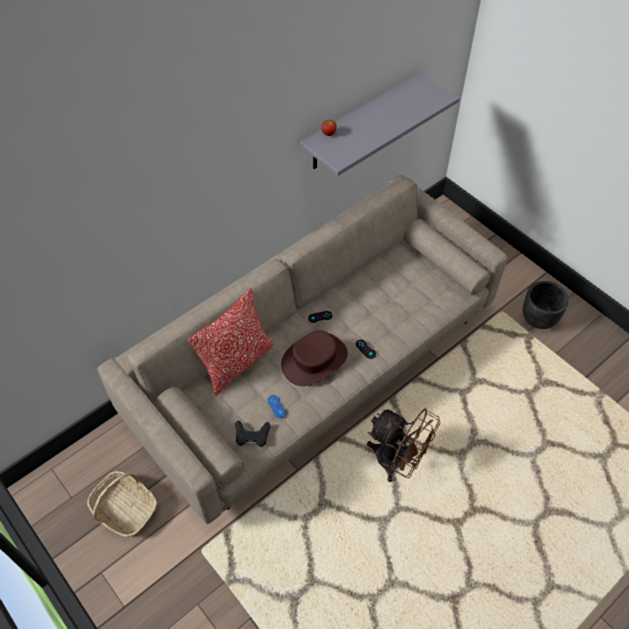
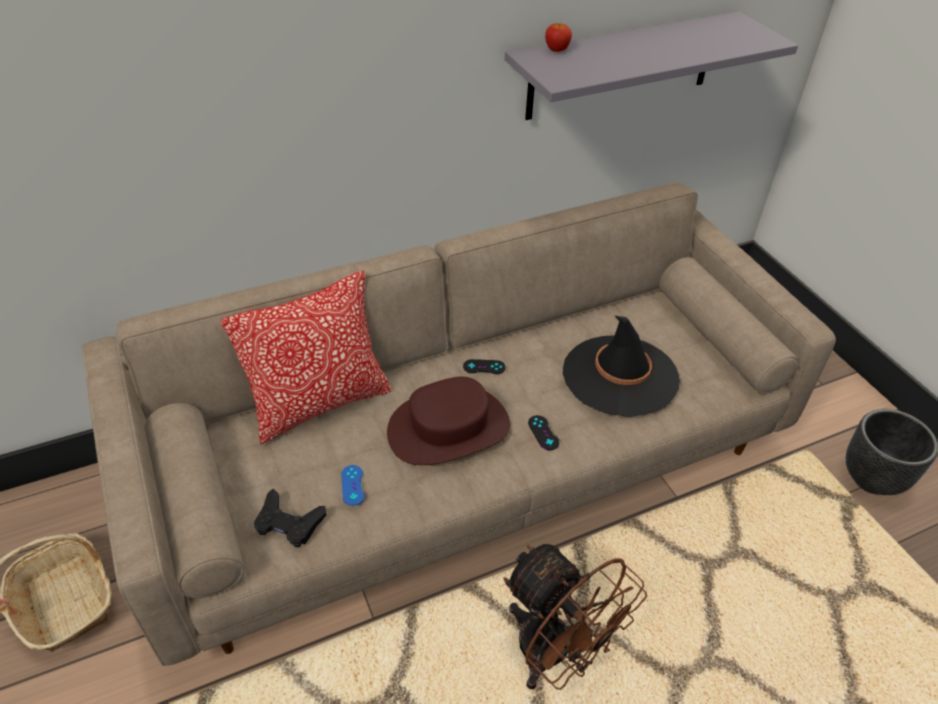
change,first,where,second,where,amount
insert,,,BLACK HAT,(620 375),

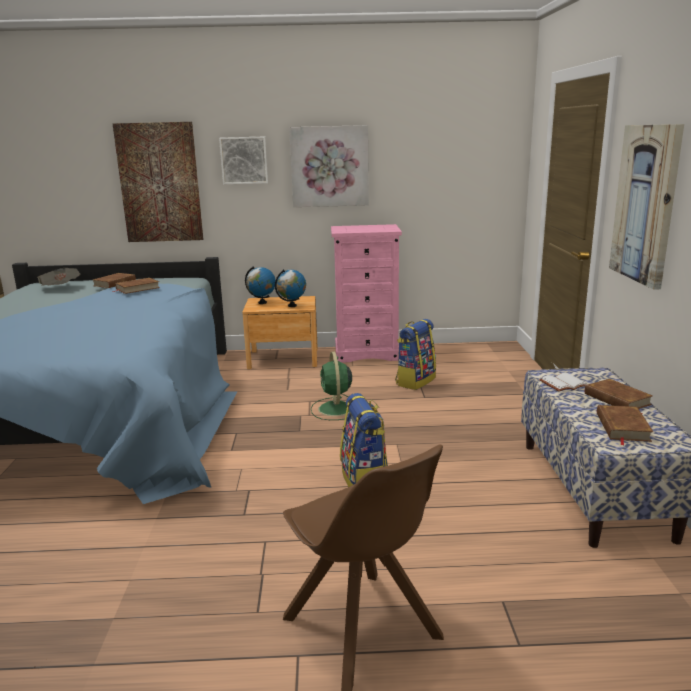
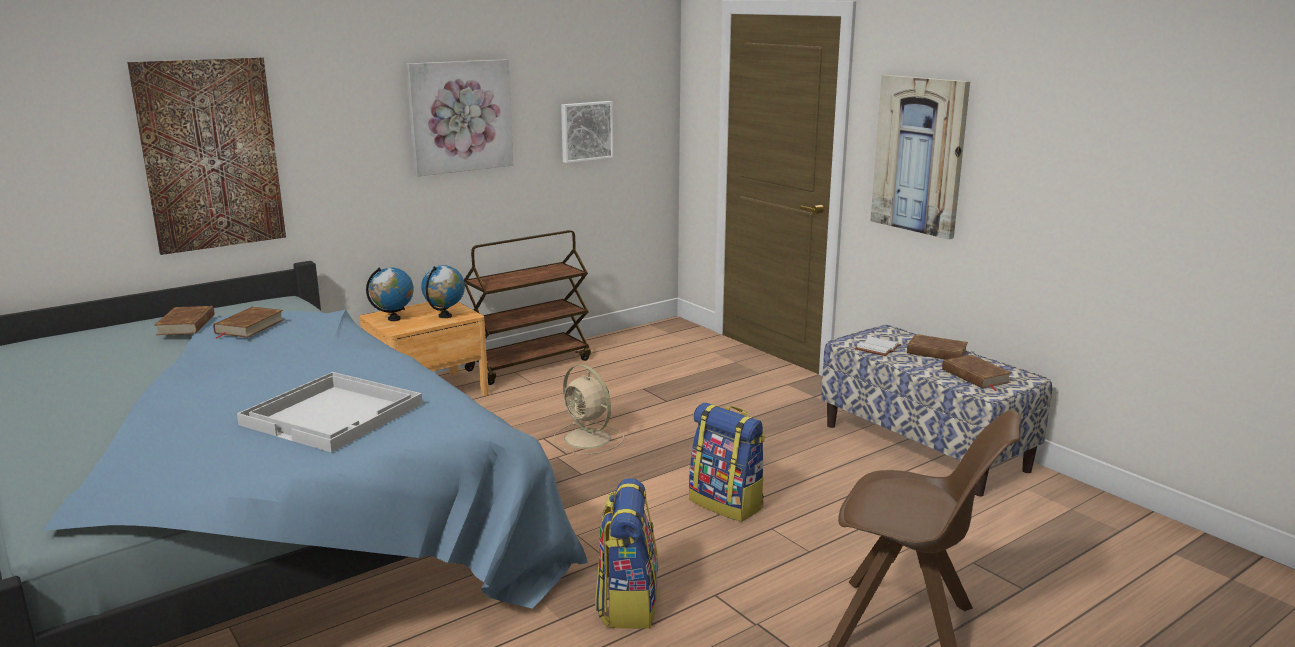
change,first,where,second,where,amount
insert,,,WHITE TRAY,(334 414),
replace,PINK DRESSER,(367 353),BROWN CART,(529 364),
recolor,GREEN FAN,(336 409),BEIGE FAN,(588 439),
move,PICTURE,(244 160),,(585 131),
move,BACKPACK,(415 381),,(627 603),
delete,NEWSPAPER,(61 288),,,

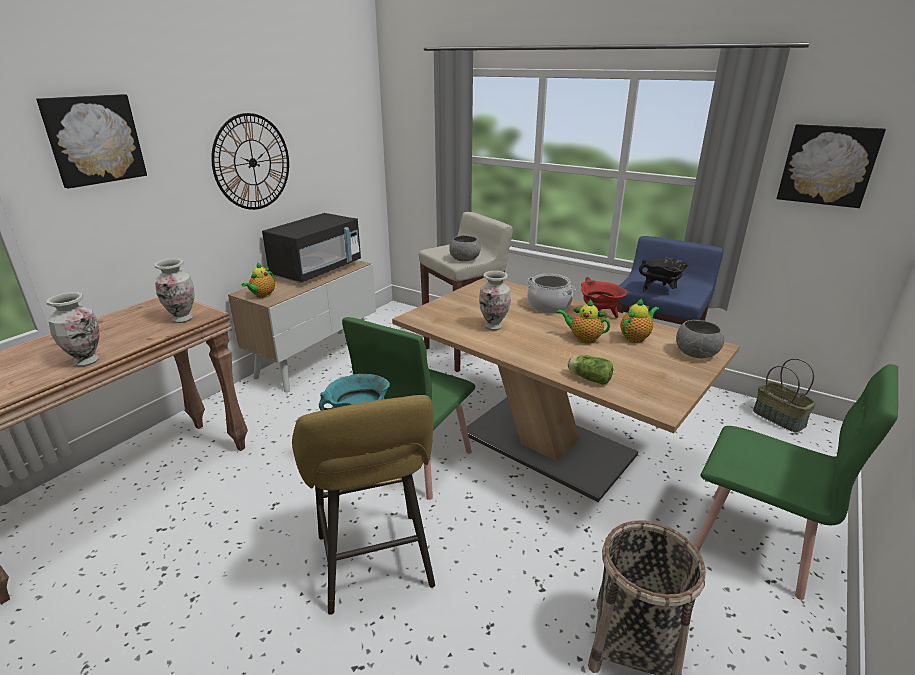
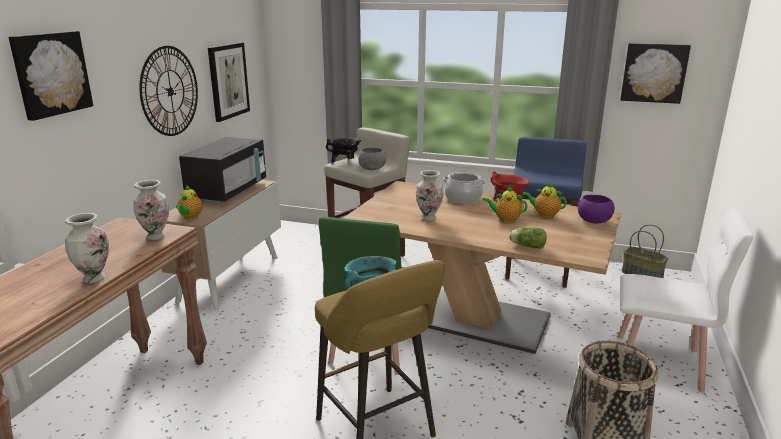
change,first,where,second,where,amount
insert,,,PICTURE,(228 81),
move,BLACK COOKING POT,(660 290),,(345 162),
rotate,TEAPOT,(636 338),,(544 215),105 degrees counterclockwise
recolor,GREY BOWL,(696 354),PURPLE BOWL,(594 221),
recolor,GREEN CHAIR,(755 544),WHITE CHAIR,(659 362),

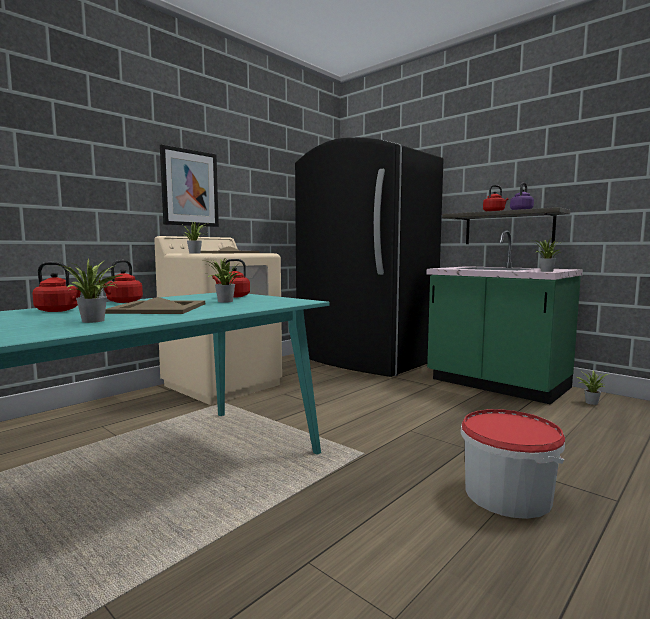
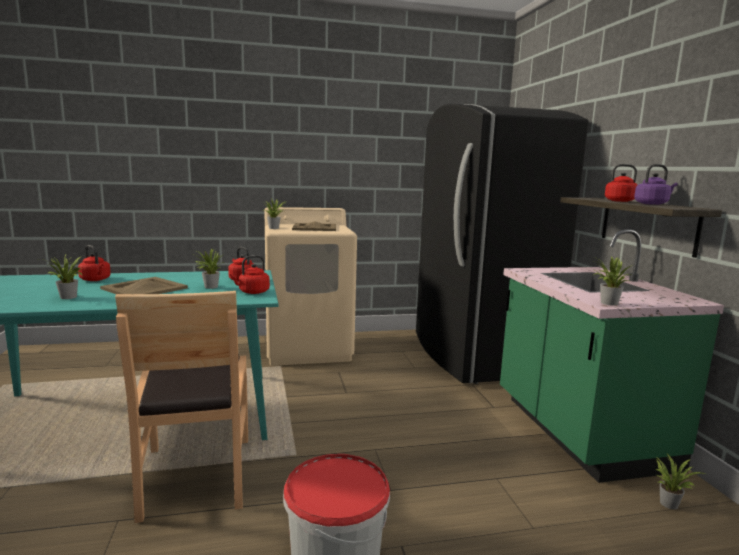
change,first,where,second,where,amount
insert,,,BROWN CHAIR,(196 475),
move,RED KETTLE,(123 302),,(252 292),
delete,PICTURE,(189 188),,,

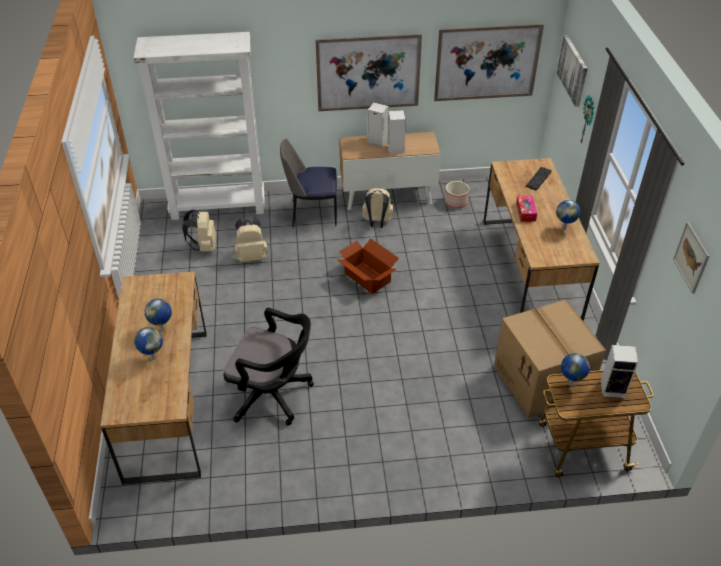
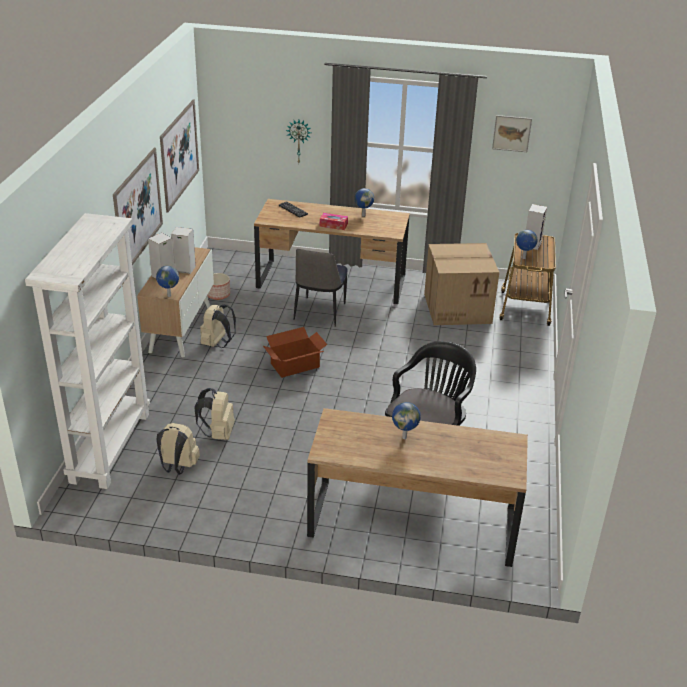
change,first,where,second,where,amount
move,GLOBE,(153 357),,(168 296),
move,CHAIR,(312 214),,(319 313),
delete,PICTURE,(573 70),,,

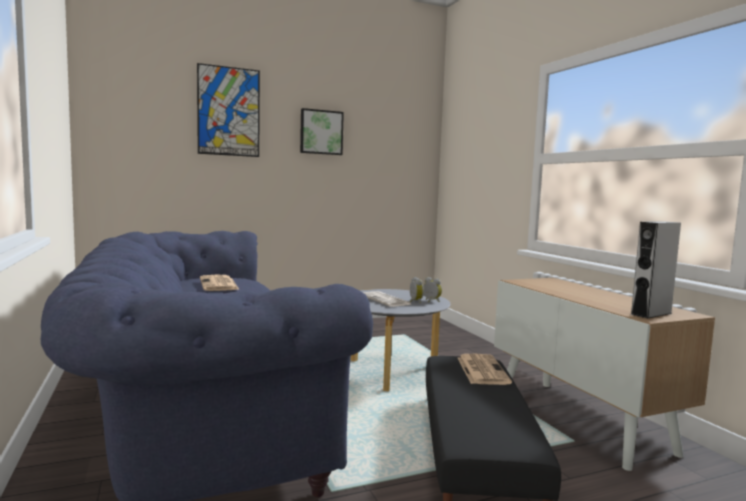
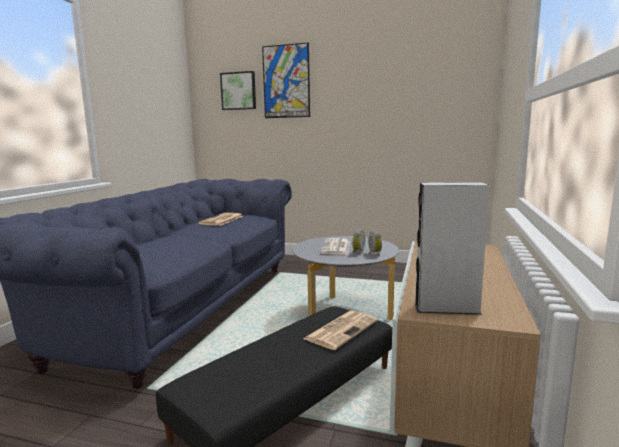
change,first,where,second,where,amount
move,PICTURE,(321 132),,(239 91),

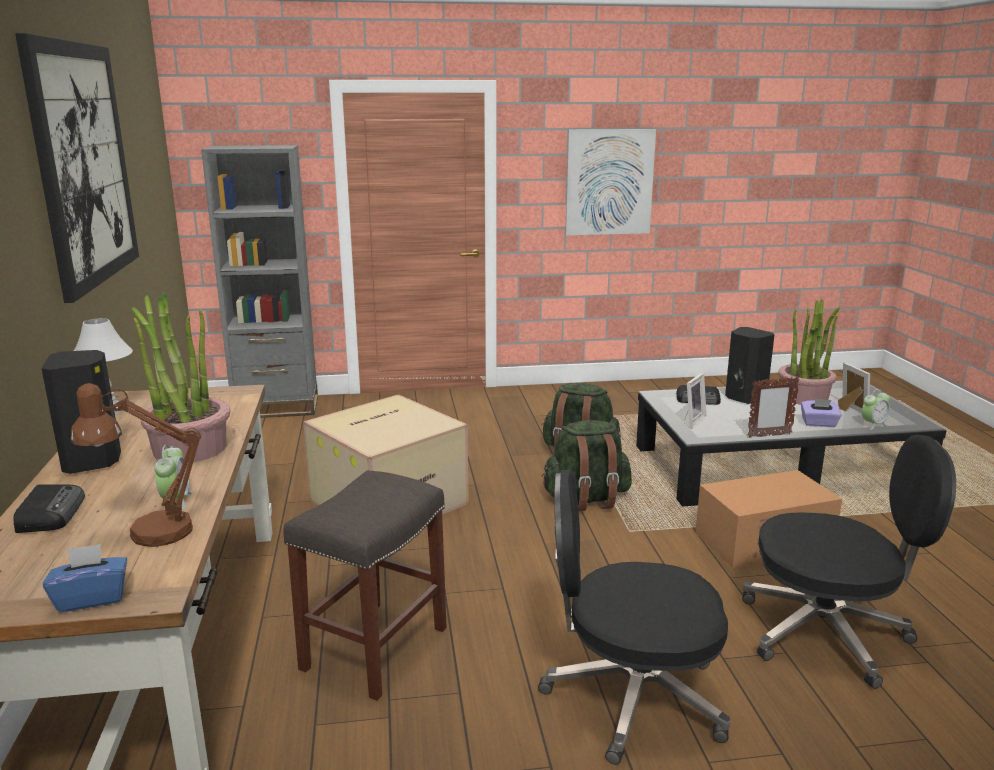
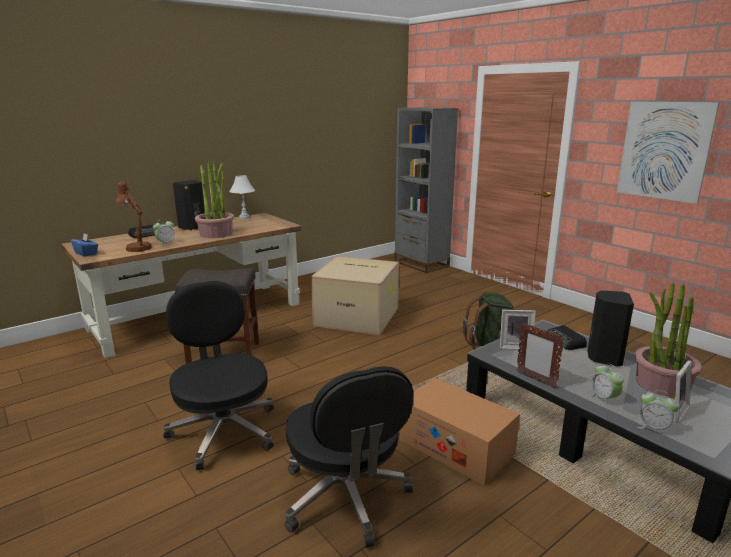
change,first,where,second,where,amount
replace,PURPLE TISSUE BOX,(819 423),ALARM CLOCK,(604 399),
delete,PICTURE,(83 164),,,
delete,GREEN BACKPACK,(586 499),,,

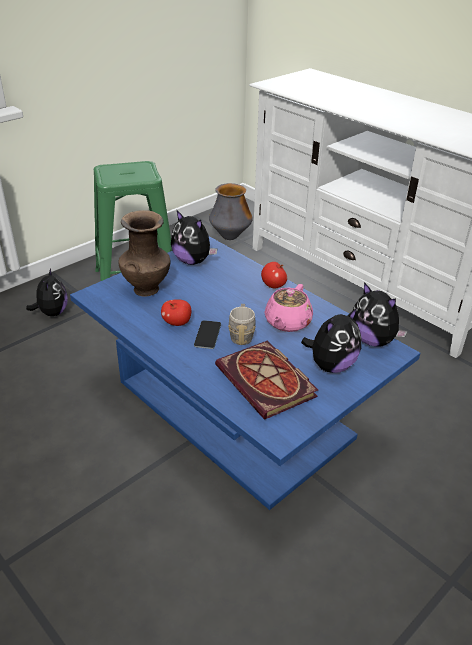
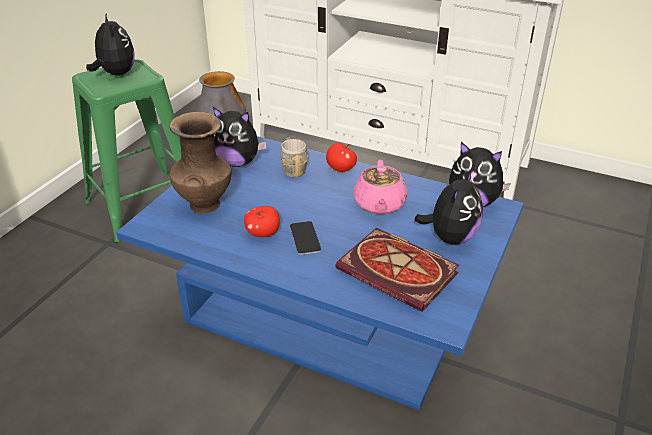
change,first,where,second,where,amount
move,PLUSH TOY,(52 313),,(116 74),
move,GREY MUG,(241 335),,(292 169),

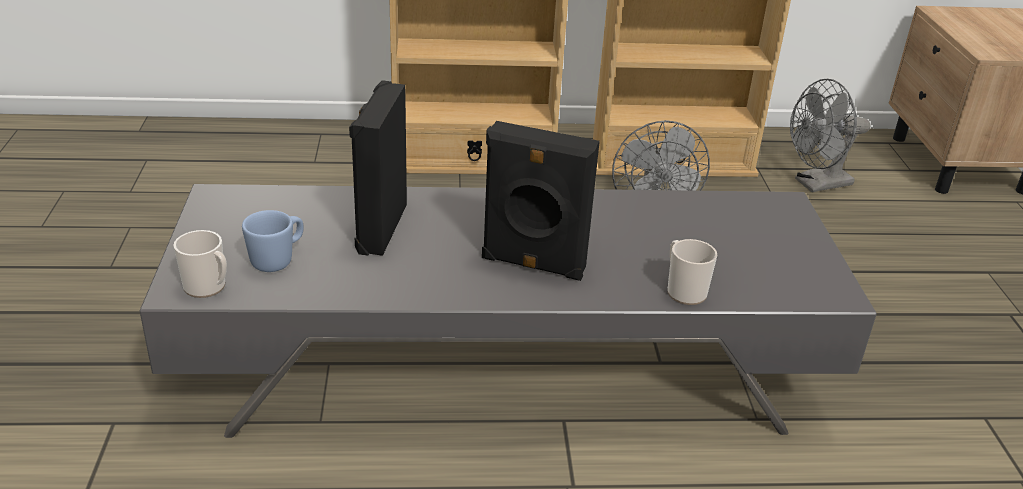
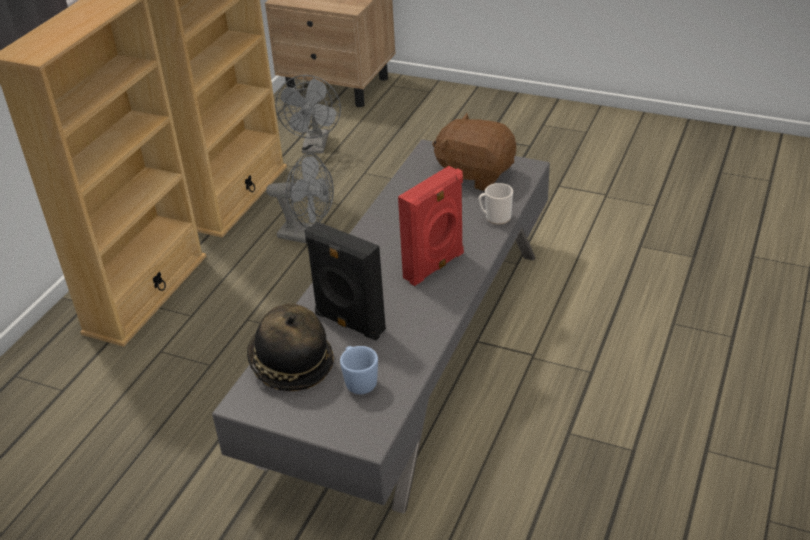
change,first,where,second,where,amount
insert,,,HAT,(290 364),
recolor,BLACK SPEAKER,(532 265),RED SPEAKER,(435 266),
insert,,,BROWN PLUSH TOY,(475 174),
delete,MUG,(208 287),,,

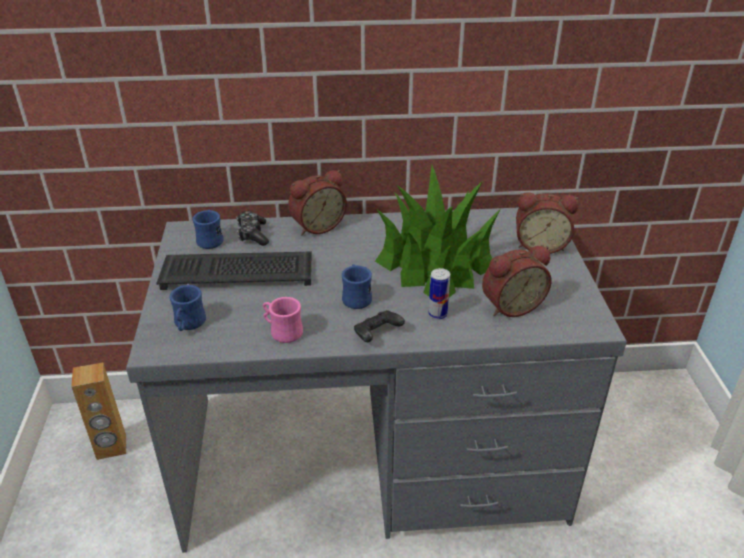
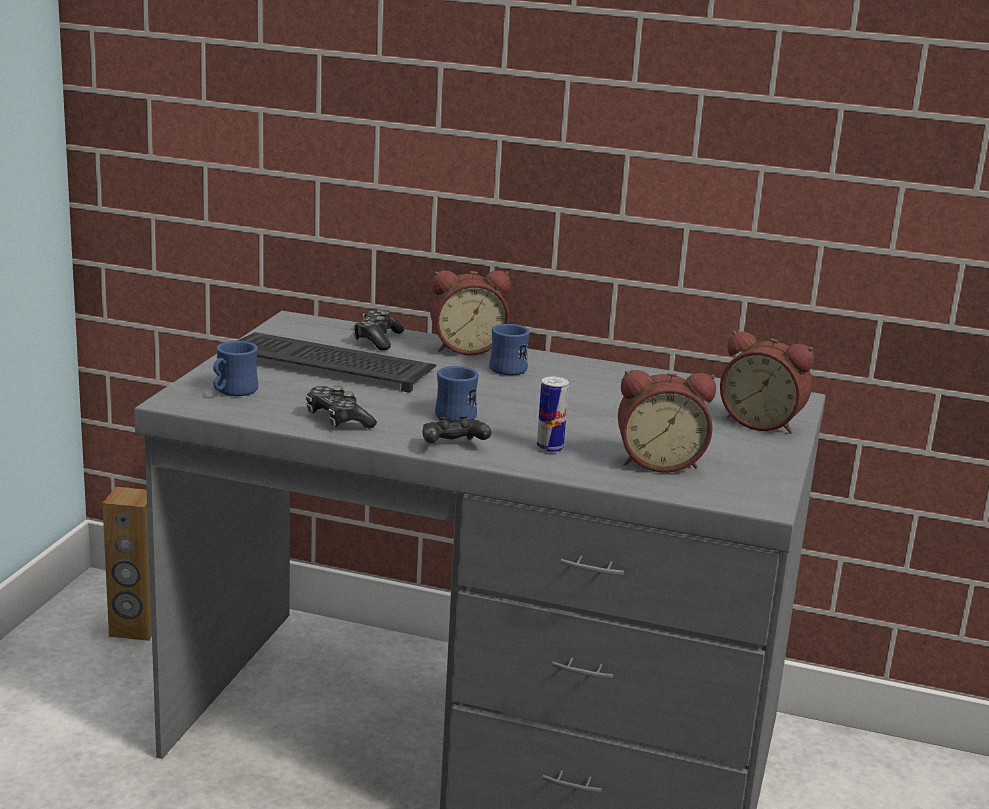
change,first,where,second,where,amount
replace,PINK MUG,(282 331),GAME CONTROLLER,(338 420),
move,BLUE MUG,(210 239),,(510 367),
delete,POTTED PLANT,(434 264),,,

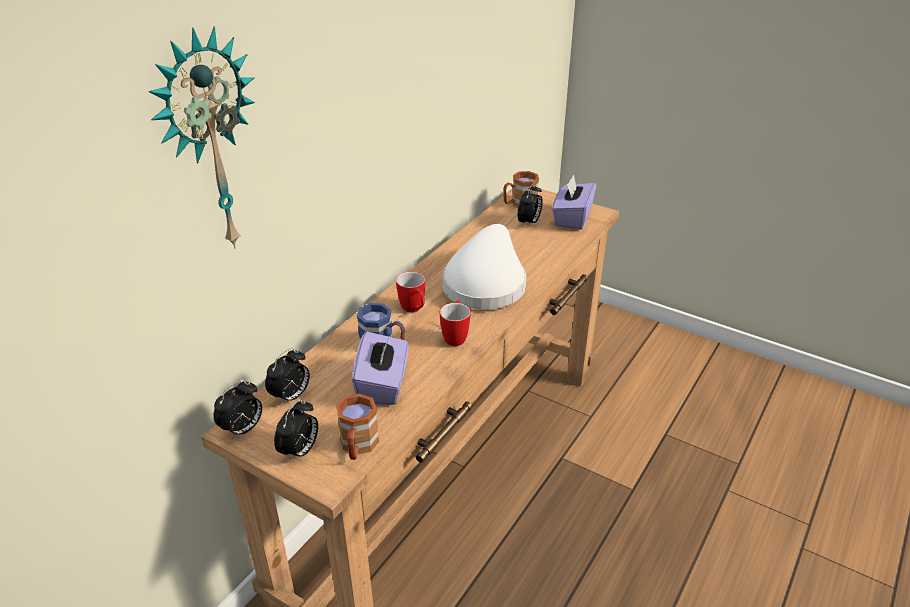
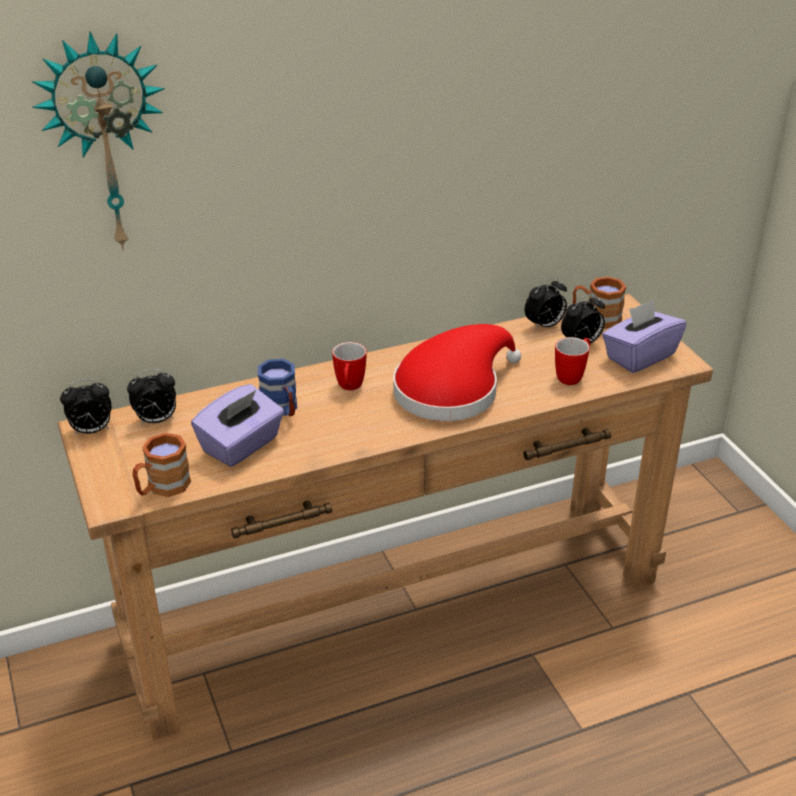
change,first,where,second,where,amount
recolor,WHITE HAT,(485 283),RED HAT,(452 390),
move,ALARM CLOCK,(300 451),,(544 326),
move,MUG,(455 336),,(573 376),

